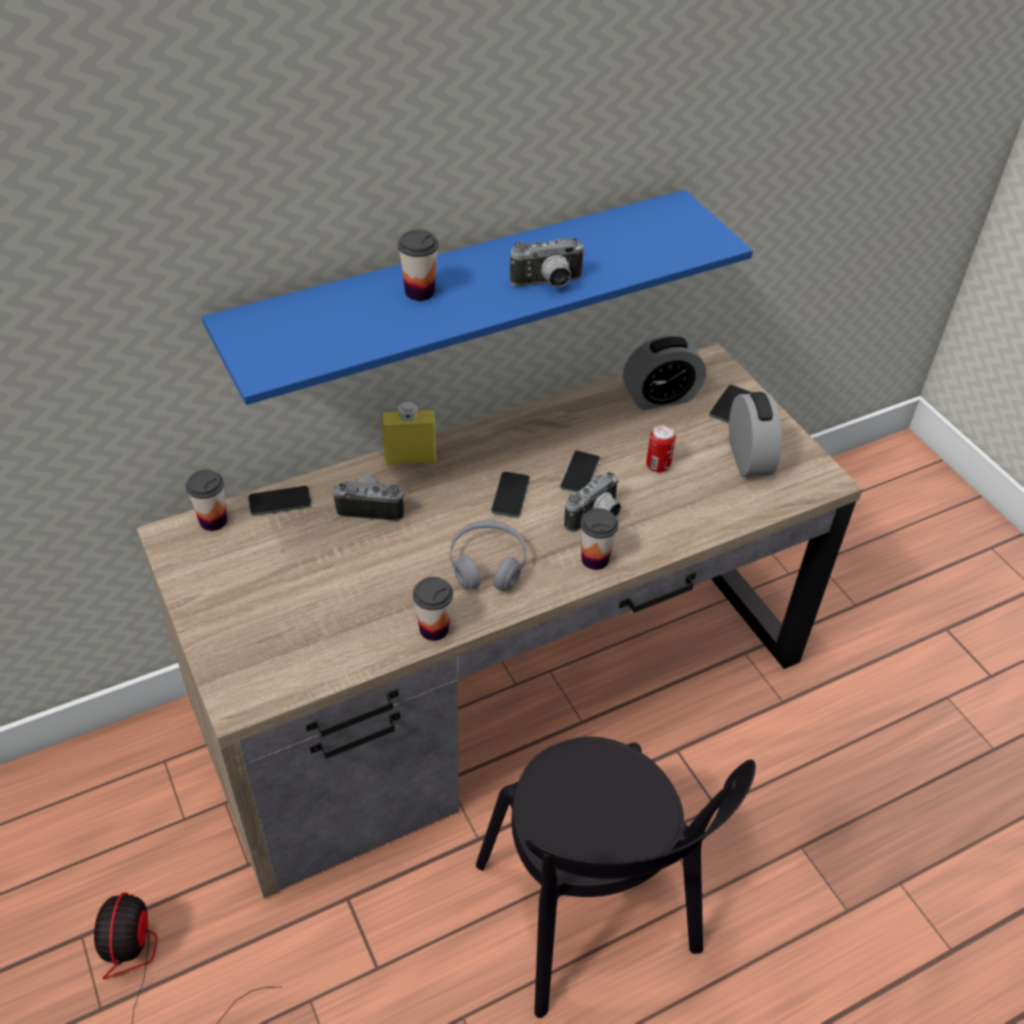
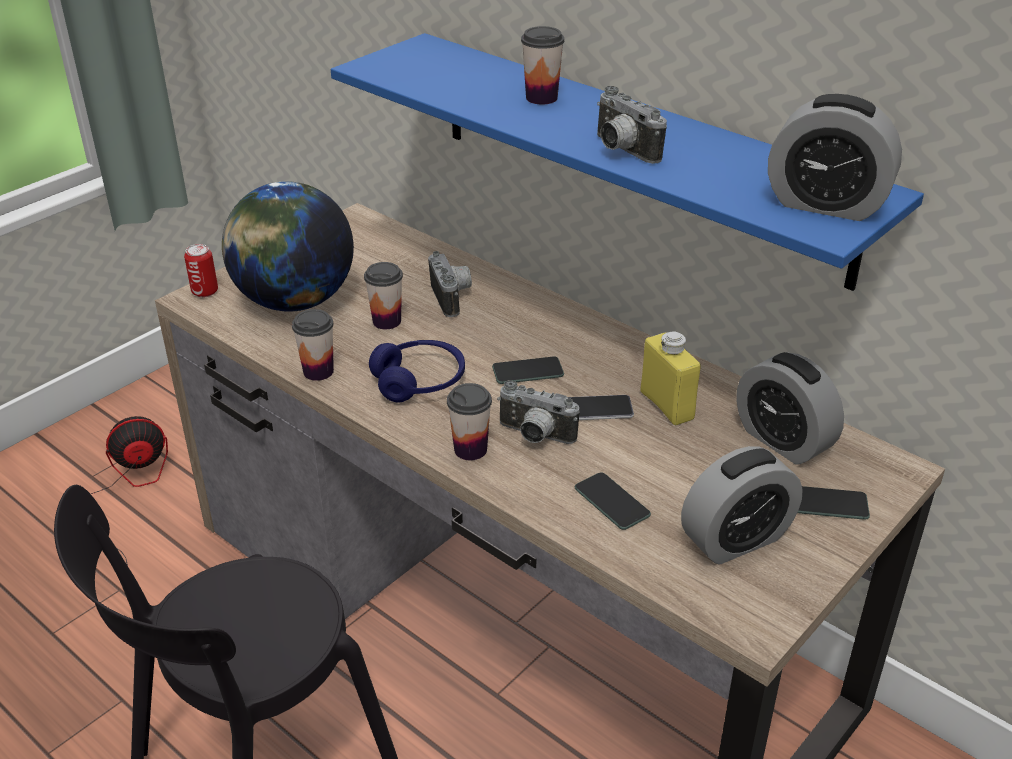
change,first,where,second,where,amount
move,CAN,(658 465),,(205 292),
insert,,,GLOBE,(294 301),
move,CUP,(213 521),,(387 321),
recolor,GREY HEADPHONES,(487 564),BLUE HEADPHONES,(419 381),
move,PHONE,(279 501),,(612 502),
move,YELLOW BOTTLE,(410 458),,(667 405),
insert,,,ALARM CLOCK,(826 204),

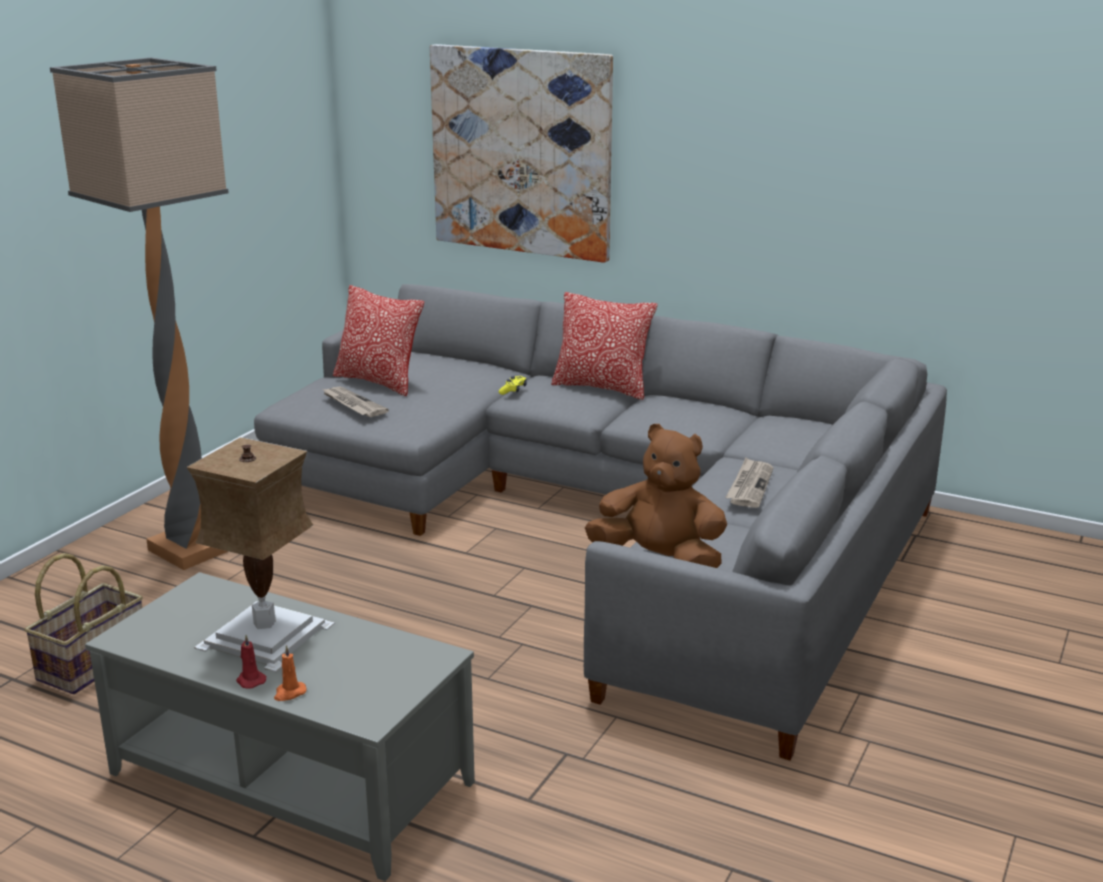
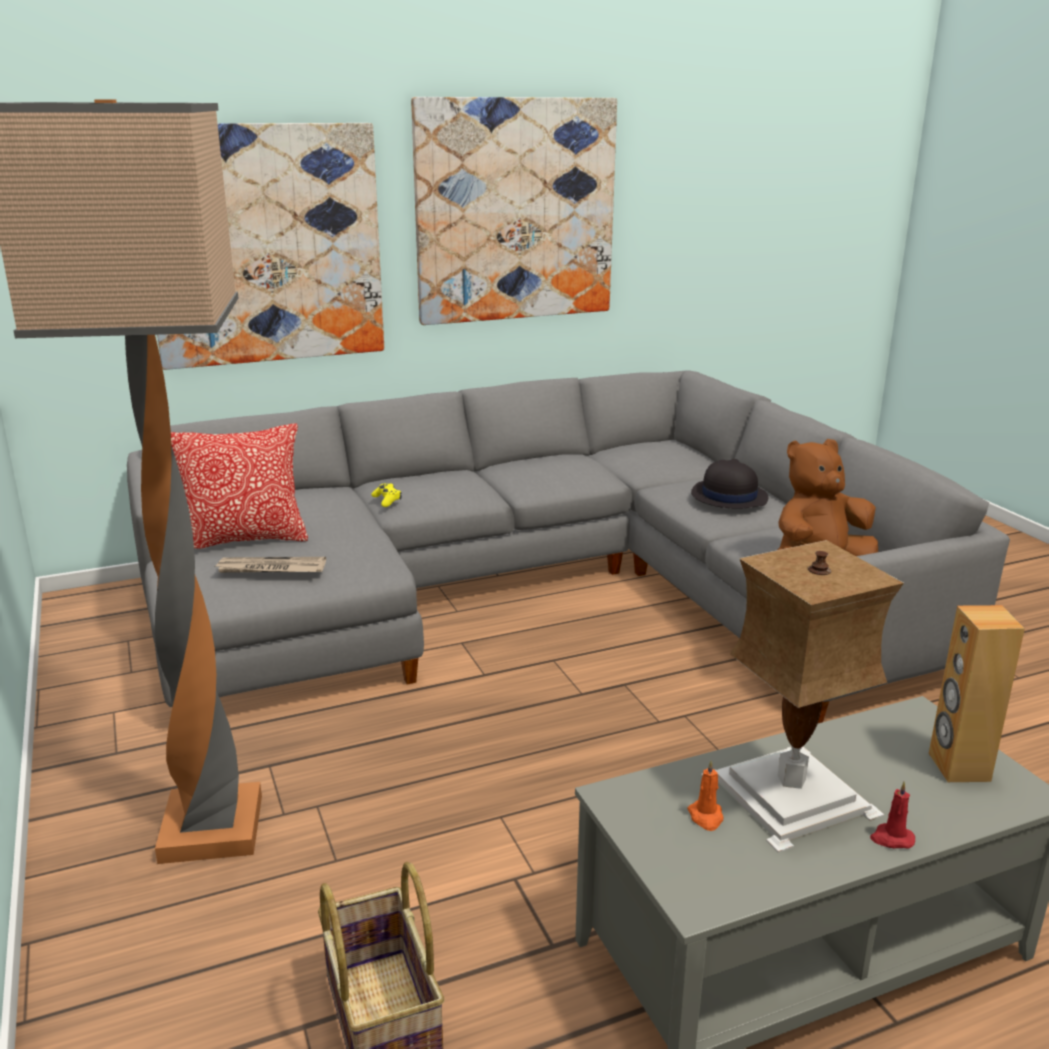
change,first,where,second,where,amount
insert,,,PICTURE,(515 211),
move,ORANGE CANDLE,(289 693),,(706 817),
replace,NEWSPAPER,(749 486),BLACK HAT,(728 496),
insert,,,BROWN SPEAKER,(958 767),
delete,PILLOW,(602 387),,,

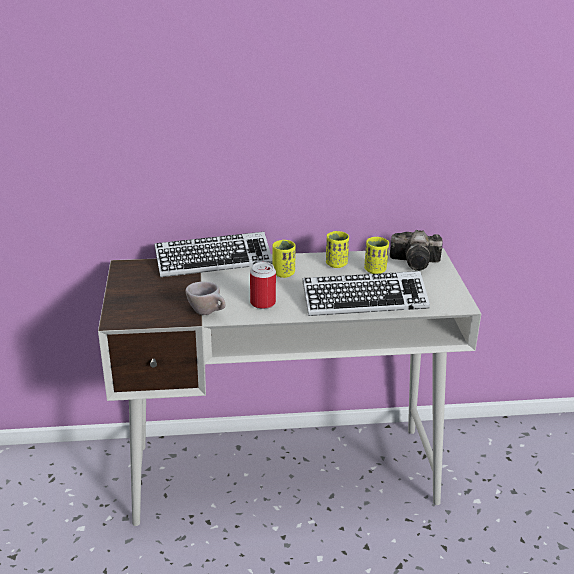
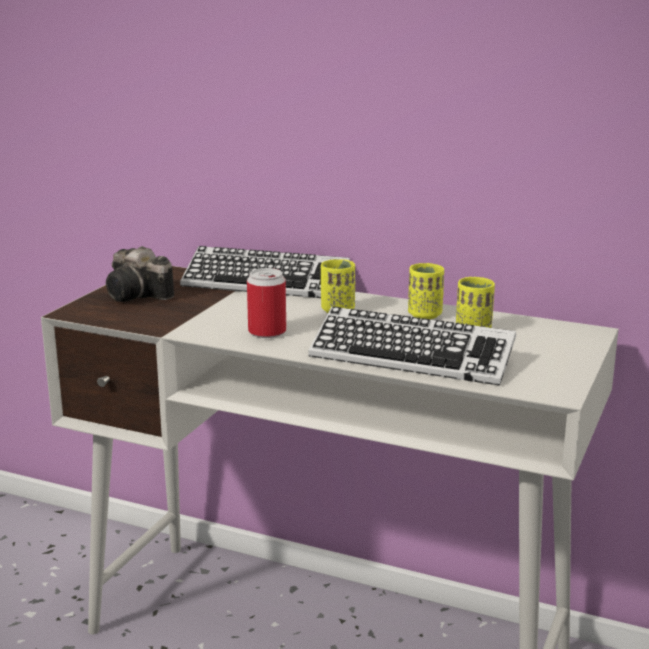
change,first,where,second,where,amount
move,PHOTO CAMERA,(417 262),,(139 295),
delete,BEIGE CUP,(208 313),,,

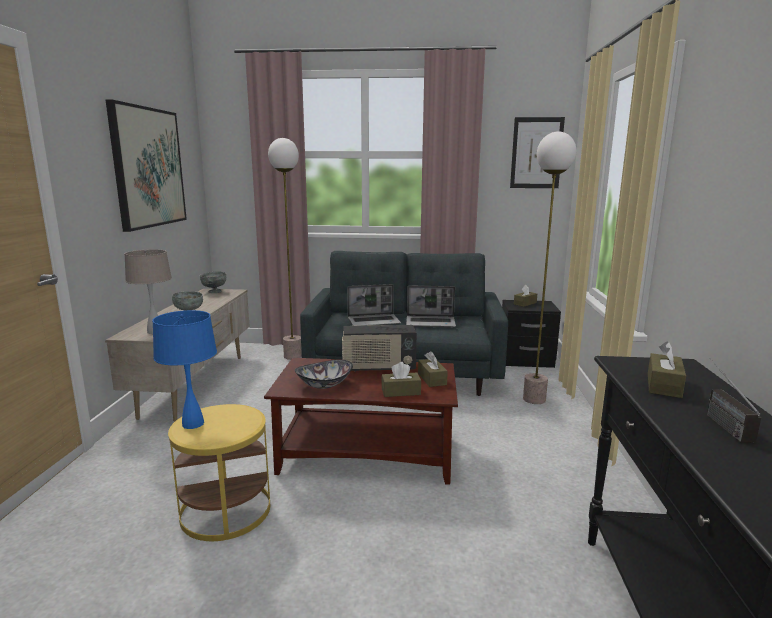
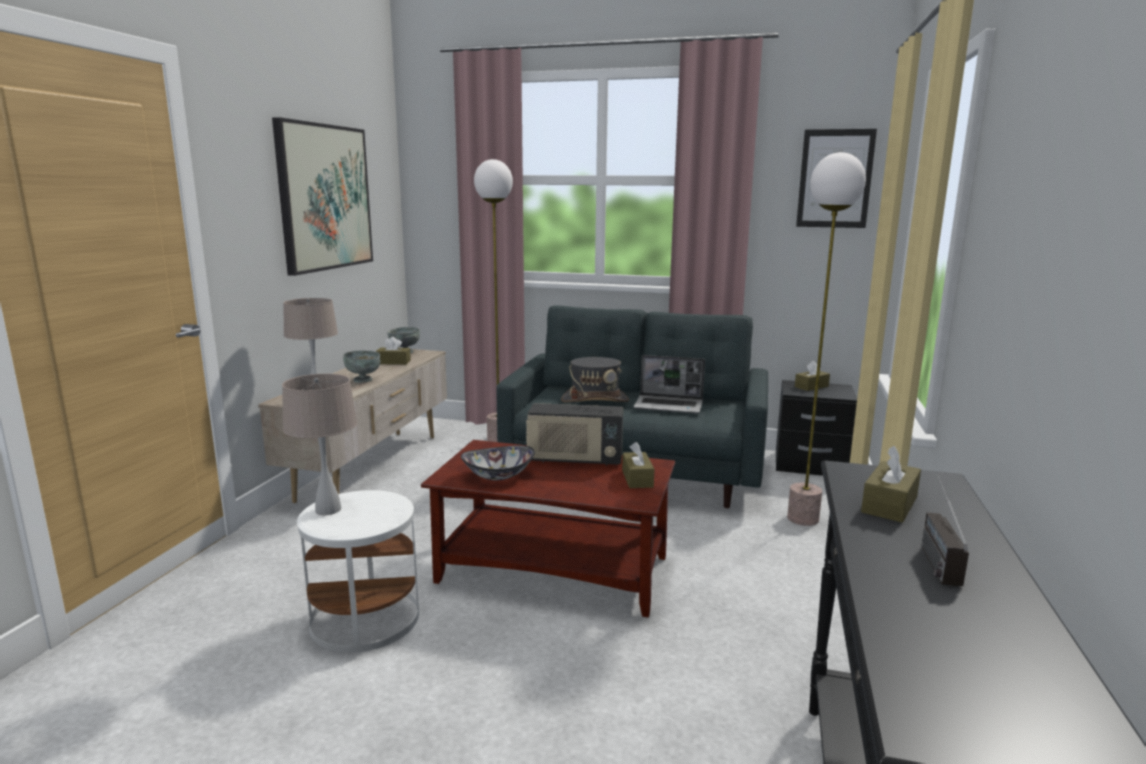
change,first,where,second,where,amount
recolor,BLUE TABLE LAMP,(193 423),BEIGE TABLE LAMP,(328 509),
recolor,YELLOW SIDE TABLE,(225 510),WHITE SIDE TABLE,(364 618),
move,BROWN TISSUE BOX,(401 392),,(393 362),
replace,LAPTOP,(374 321),GREY HAT,(595 400),

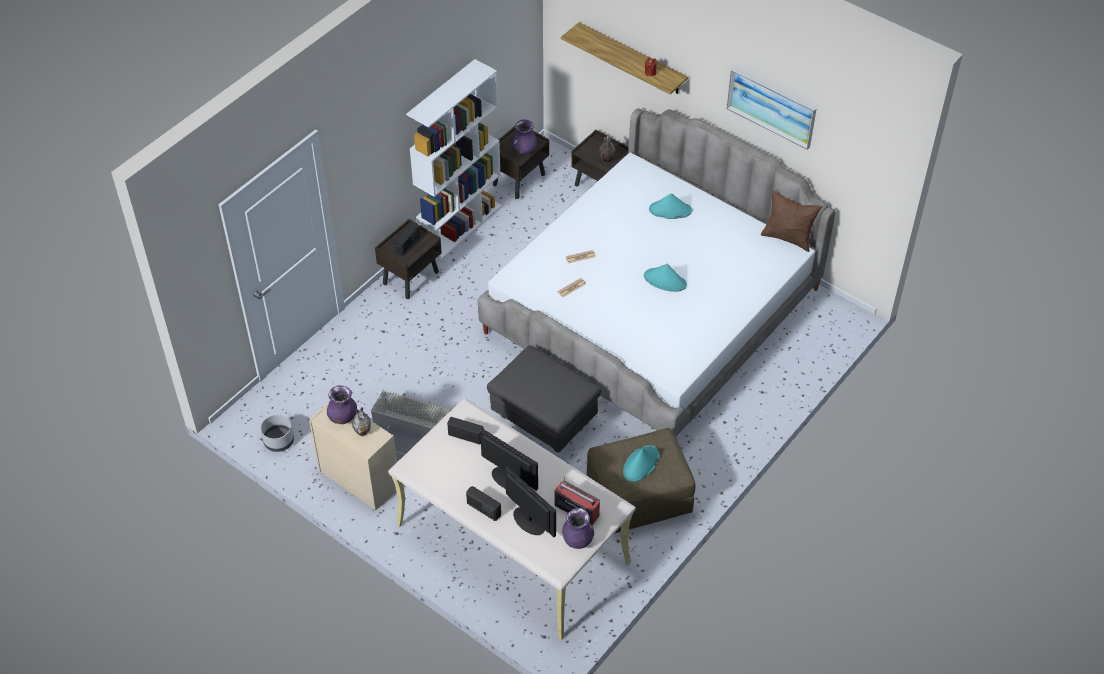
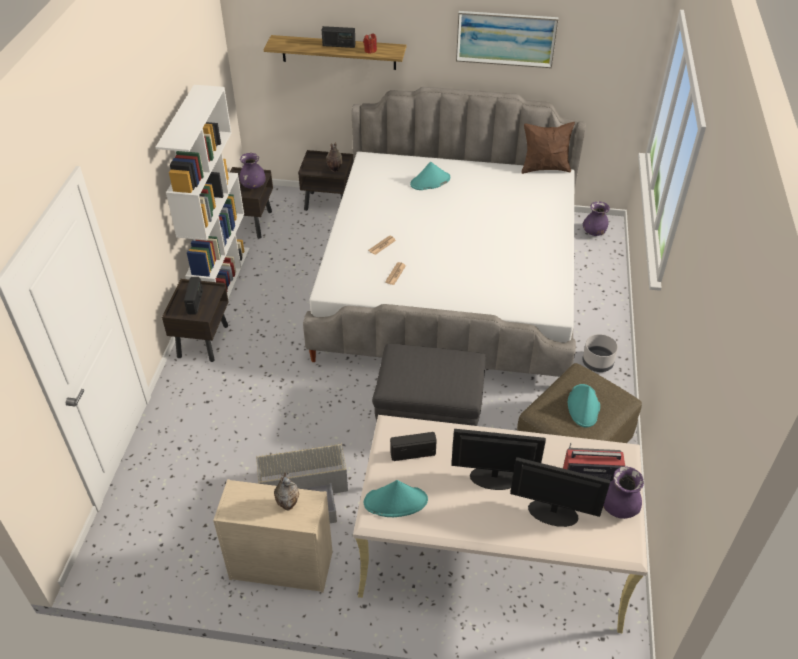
change,first,where,second,where,amount
move,RADIO,(483 509),,(339 45),
move,TURQUOISE HAT,(665 280),,(396 501),
move,GREY PLANTER,(278 441),,(597 362),
move,PURPLE VASE,(343 417),,(594 232),

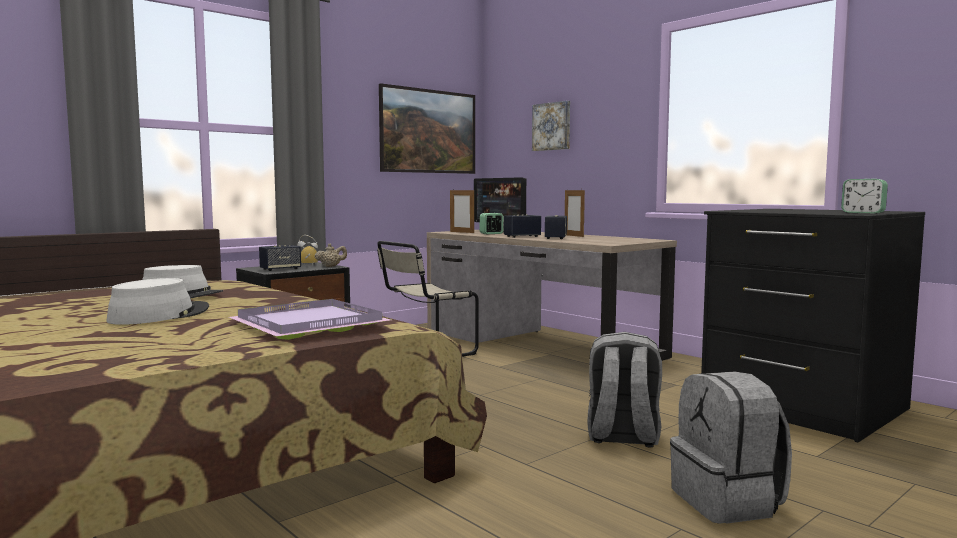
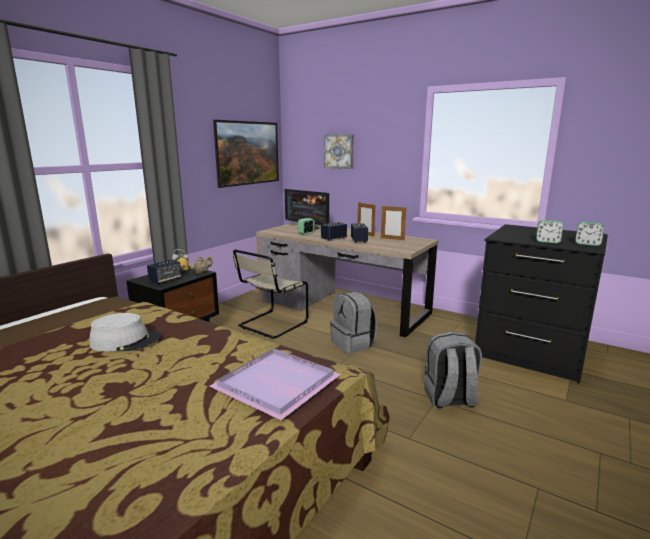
change,first,where,second,where,amount
move,GREY BACKPACK,(728 502),,(353 344),
move,PICTURE FRAME,(462 232),,(392 239),
insert,,,ALARM CLOCK,(547 241),
delete,GREY HAT,(159 315),,,

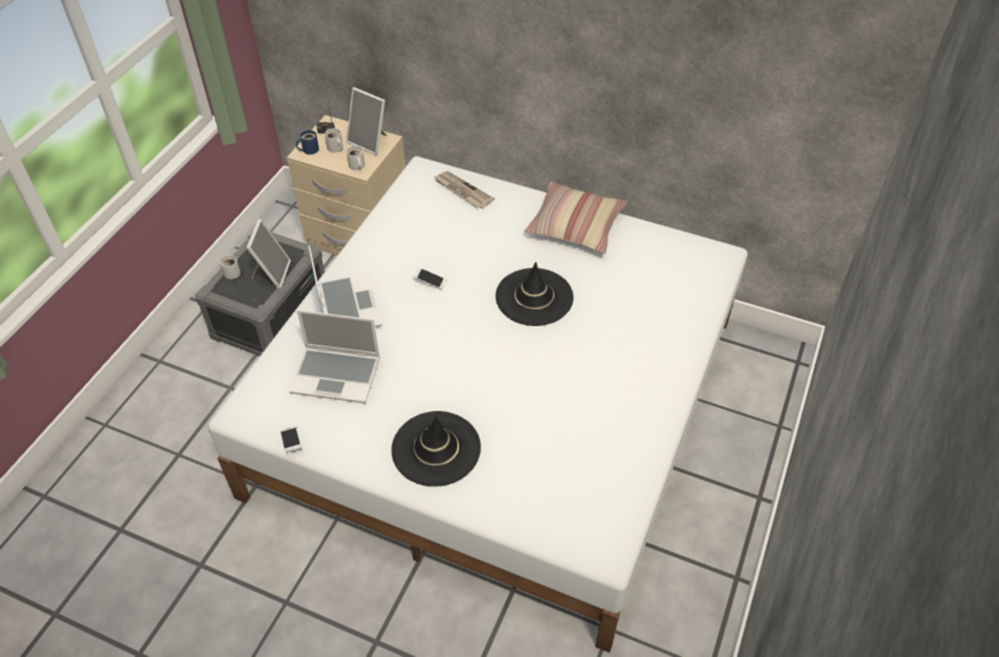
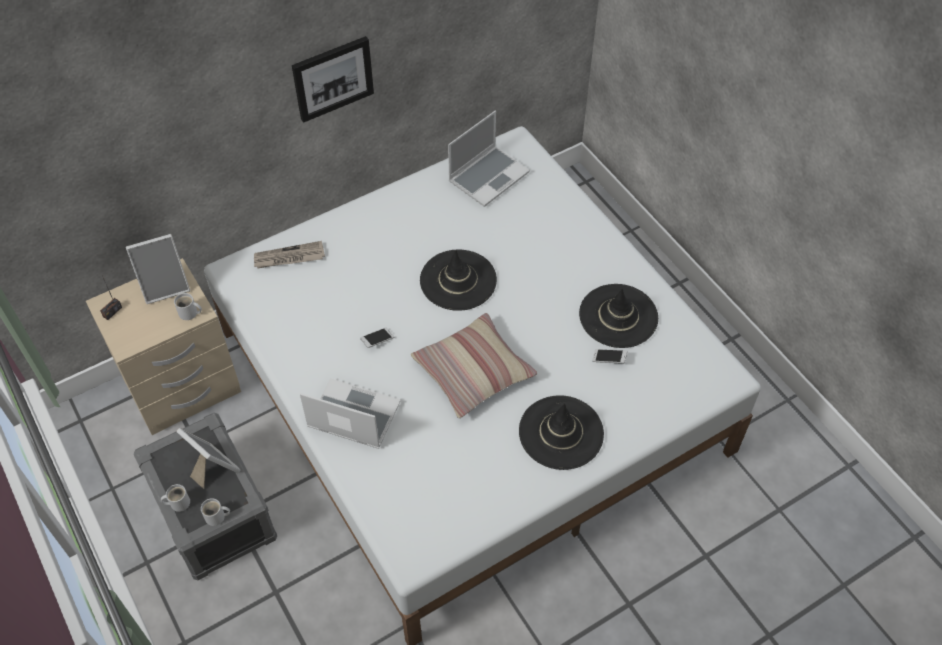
change,first,where,second,where,amount
move,WHITE MUG,(335 148),,(217 517),
insert,,,PICTURE,(332 78),
move,PILLOW,(575 226),,(473 372),
move,LAPTOP,(337 375),,(488 176),
insert,,,BLACK HAT,(618 316),
move,PHONE,(291 442),,(609 359),
delete,BLUE MUG,(309 149),,,

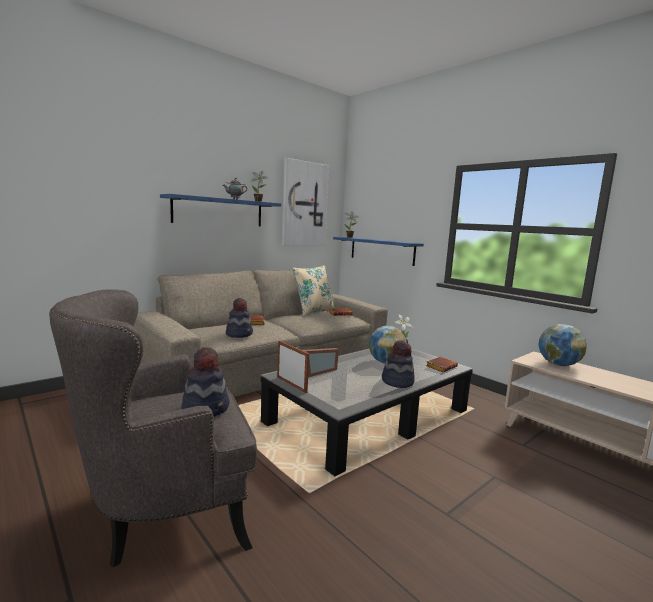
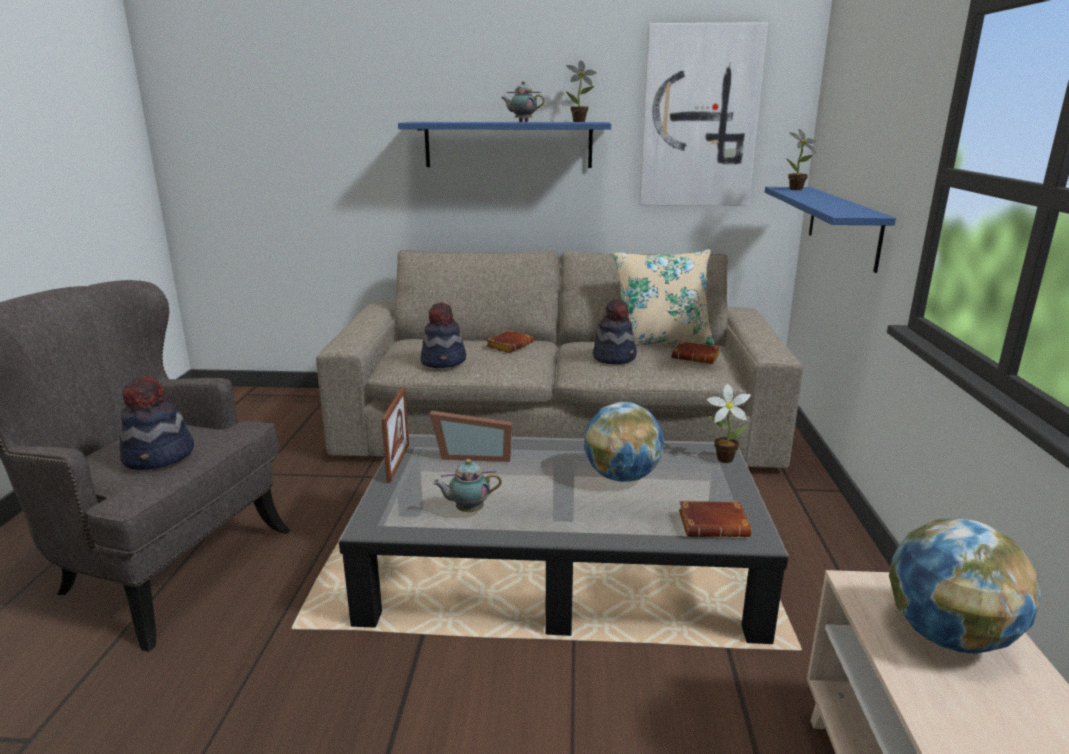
change,first,where,second,where,amount
insert,,,TEAPOT,(467 510),
move,HAT,(397 382),,(614 357),

